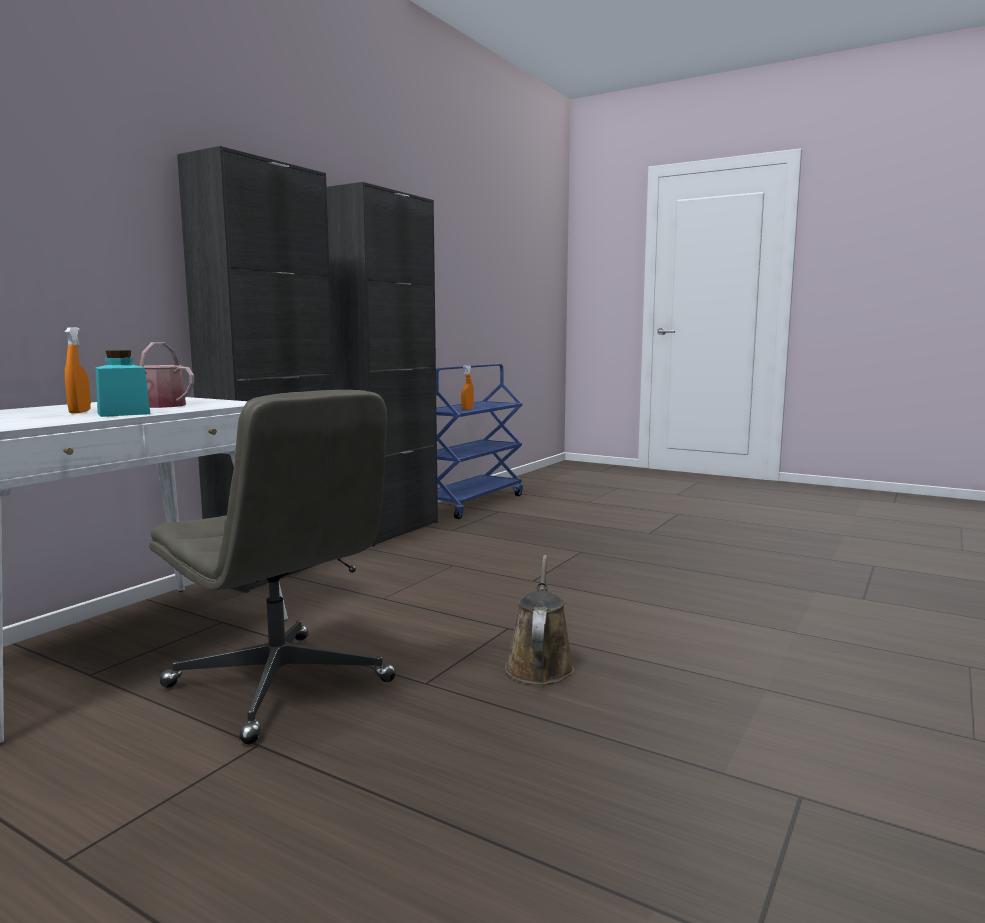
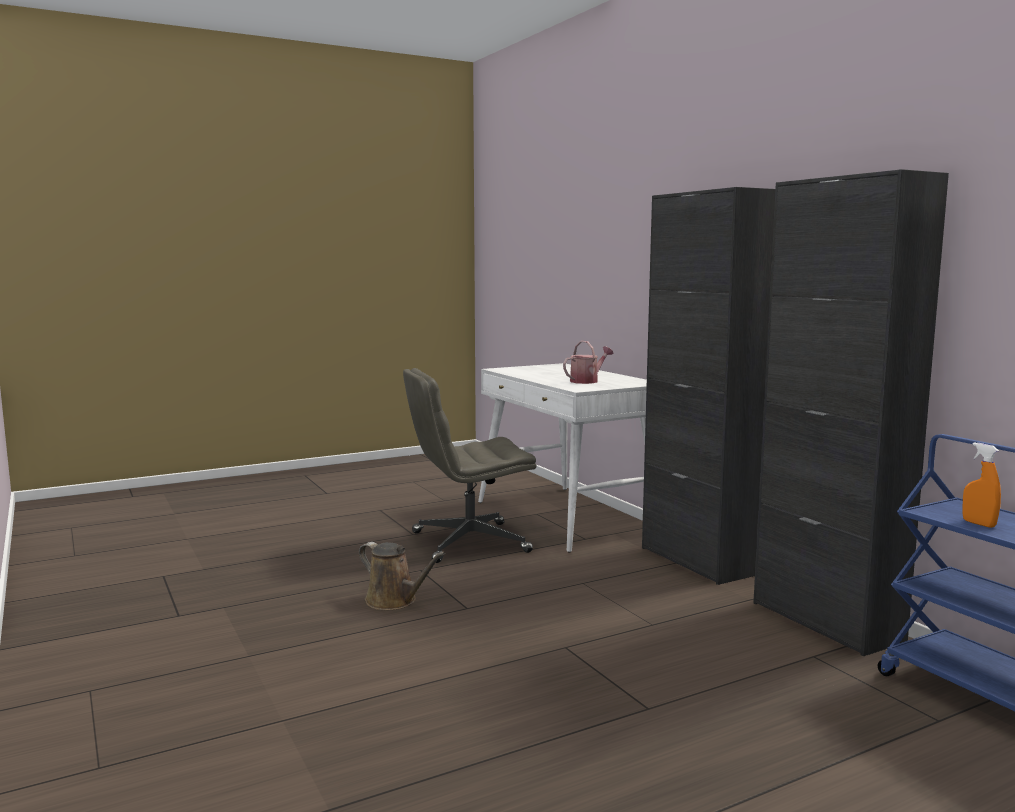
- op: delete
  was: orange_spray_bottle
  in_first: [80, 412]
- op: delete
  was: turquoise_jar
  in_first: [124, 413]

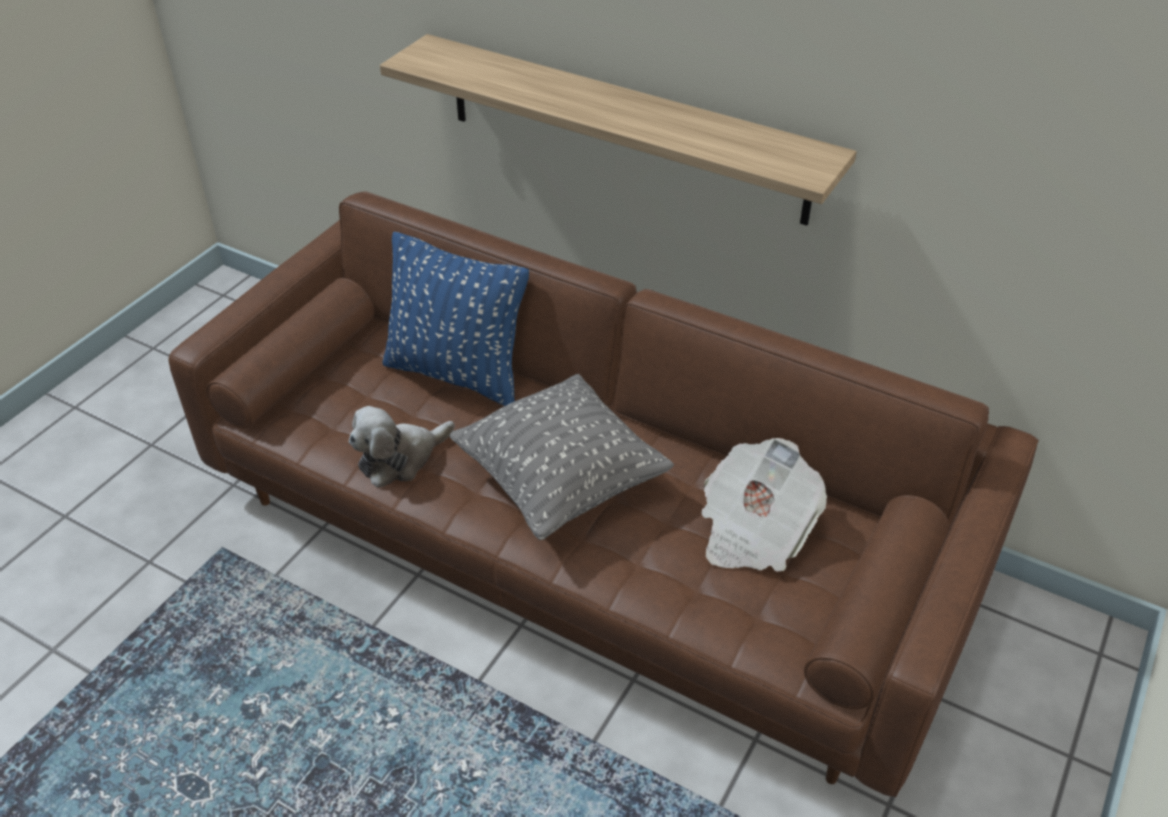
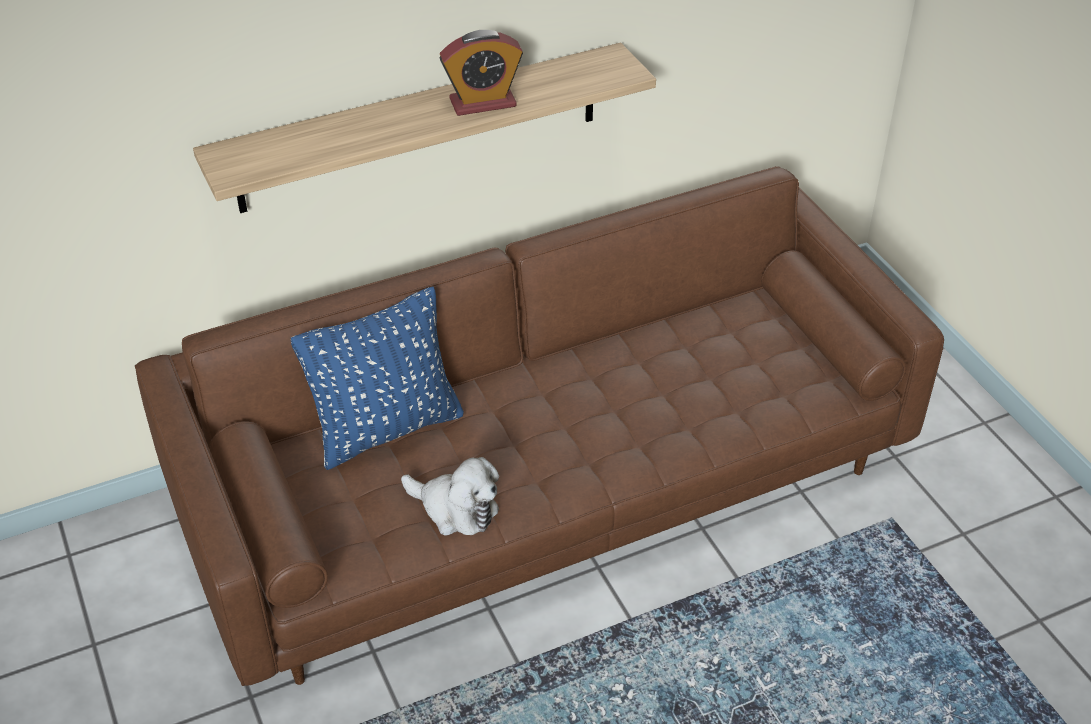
- op: rotate
  was: plush_toy
  in_first: [400, 458]
  in_second: [455, 509]
  clockwise: -60
- op: insert
  now: alarm_clock
  in_second: [482, 103]
- op: delete
  was: grey_pillow
  in_first: [561, 483]
- op: delete
  was: newspaper
  in_first: [754, 530]

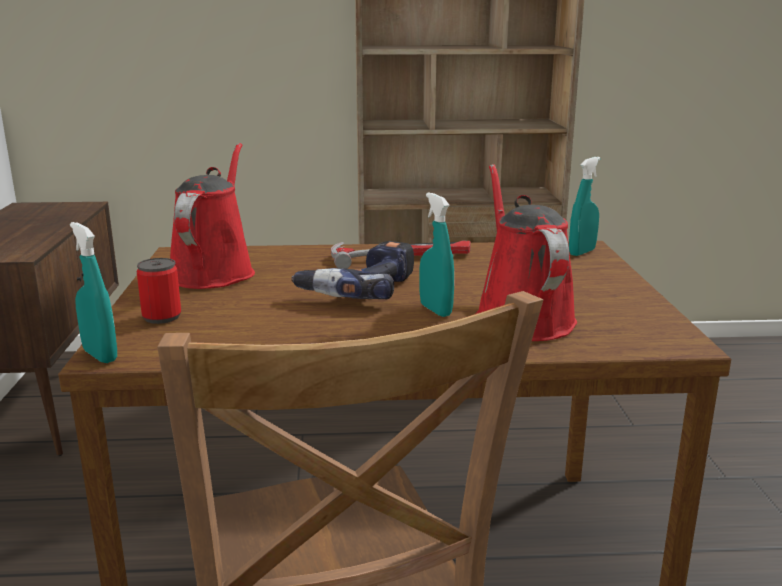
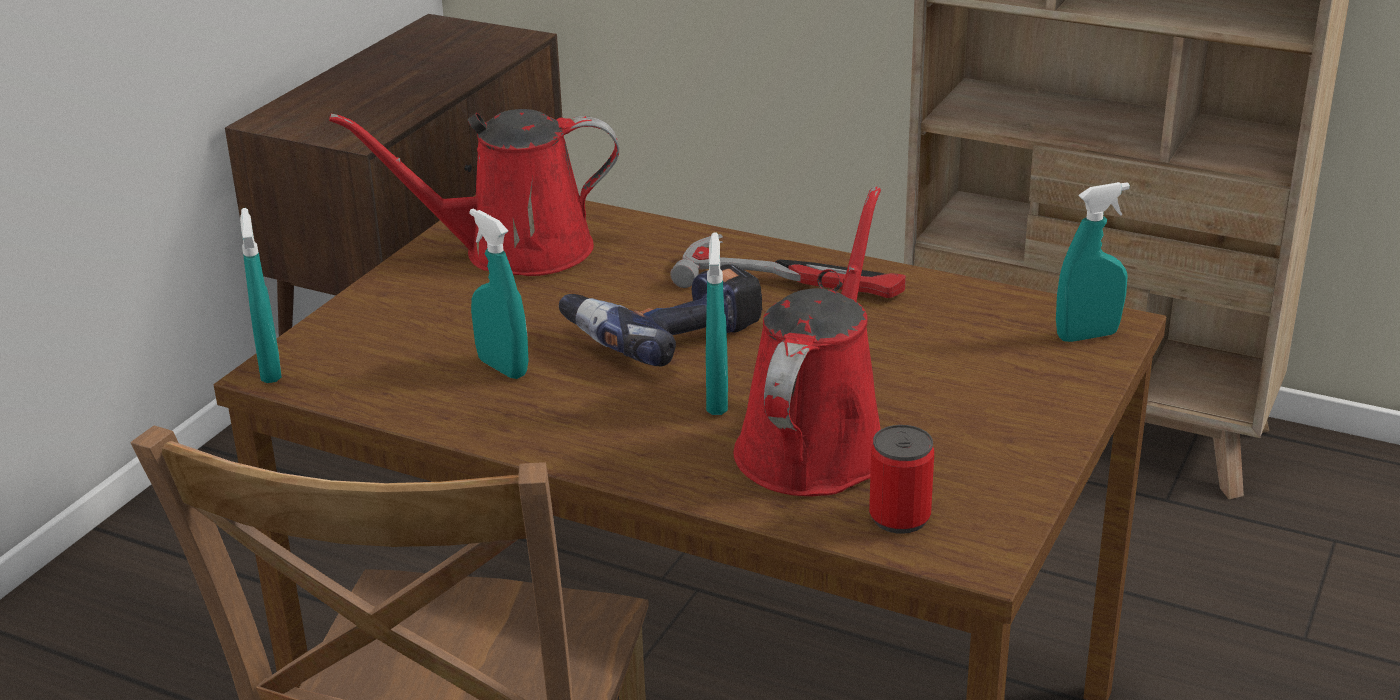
- op: rotate
  was: red_watering_can
  in_first: [214, 271]
  in_second: [514, 251]
  clockwise: -135
- op: insert
  now: turquoise_spray_bottle
  in_second: [502, 367]
- op: move
  was: can
  in_first: [162, 317]
  in_second: [899, 517]

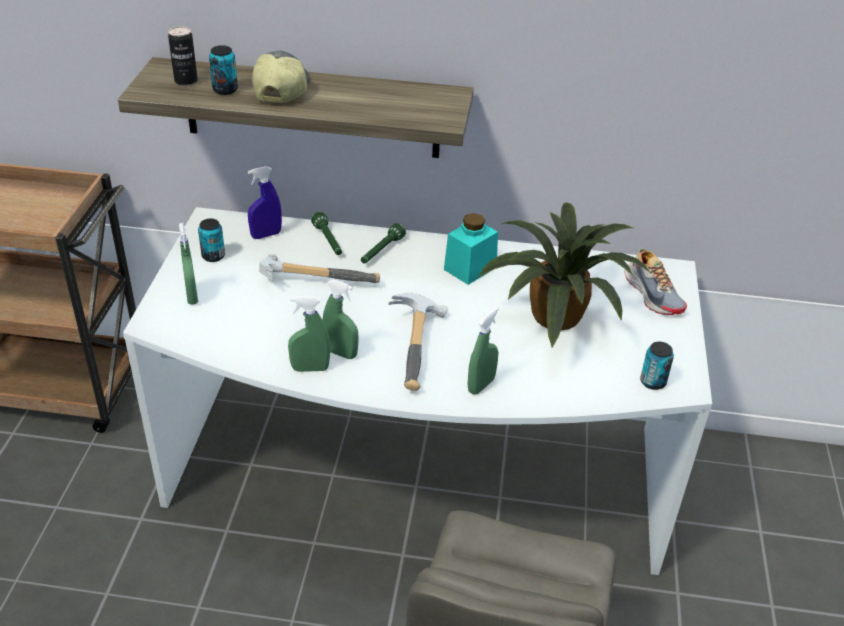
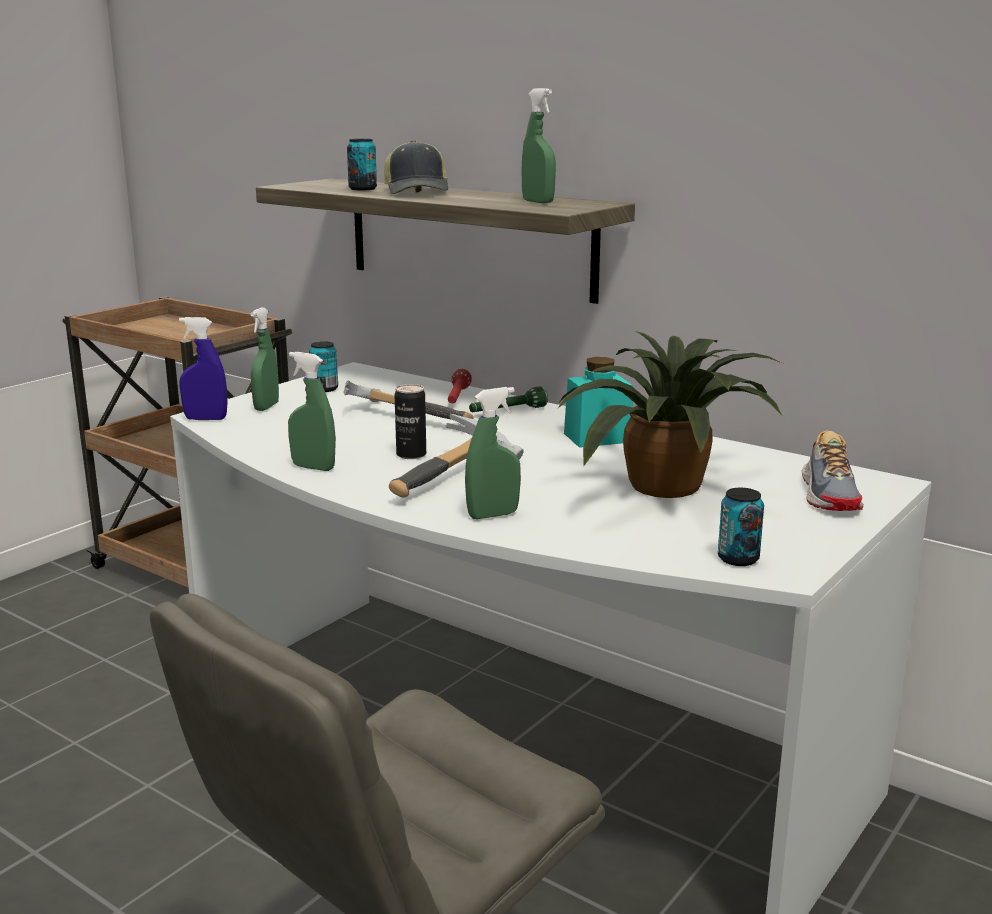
- op: move
  was: blue_spray_bottle
  in_first: [266, 235]
  in_second: [206, 419]
- op: rotate
  was: cap
  in_first: [281, 89]
  in_second: [418, 191]
  clockwise: 135
- op: move
  was: can
  in_first: [186, 81]
  in_second: [411, 455]
- op: recolor
  was: green_flashlight
  now: red_flashlight
  in_first: [328, 241]
  in_second: [457, 398]
- op: move
  was: green_spray_bottle
  in_first: [340, 353]
  in_second: [538, 202]

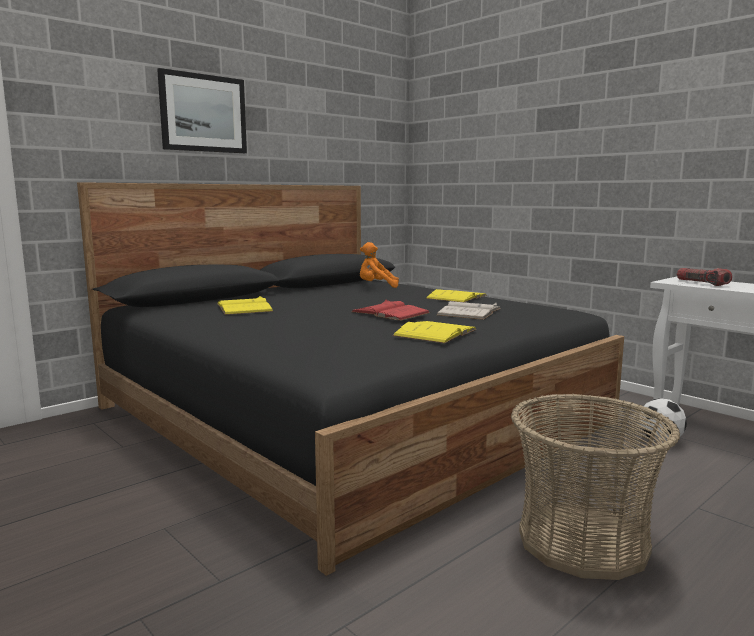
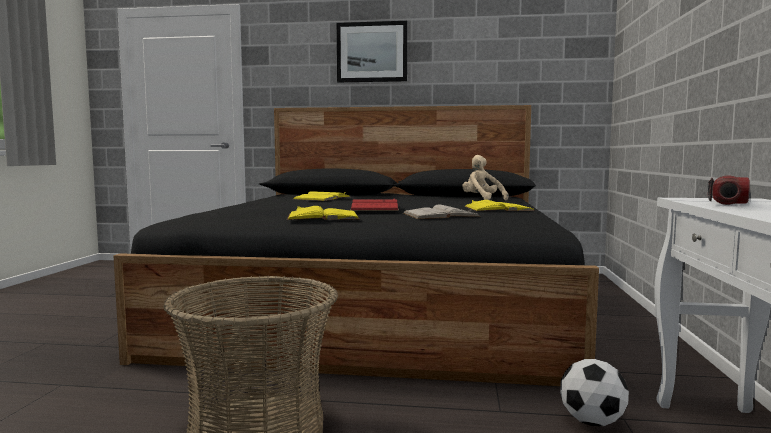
- op: recolor
  was: orange_plush_toy
  now: beige_plush_toy
  in_first: [376, 287]
  in_second: [482, 199]

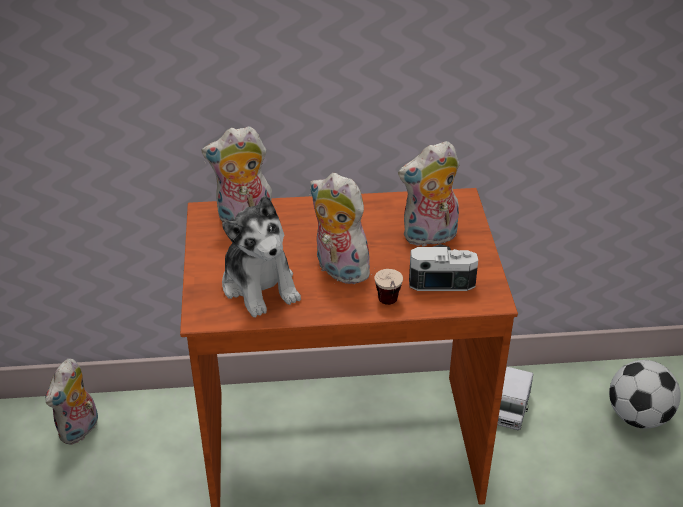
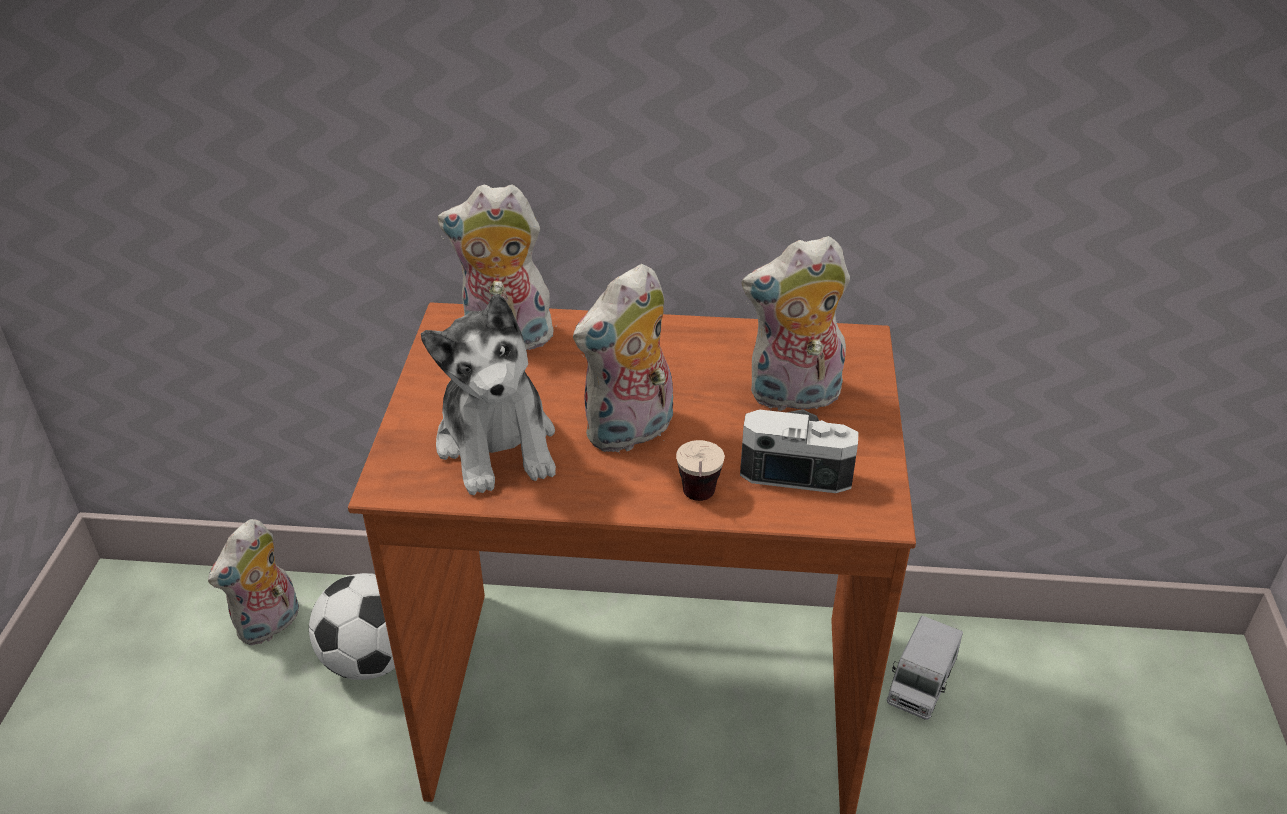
- op: move
  was: football
  in_first: [638, 416]
  in_second: [371, 659]
- op: rotate
  was: plush_toy
  in_first: [338, 269]
  in_second: [630, 433]
  clockwise: -90

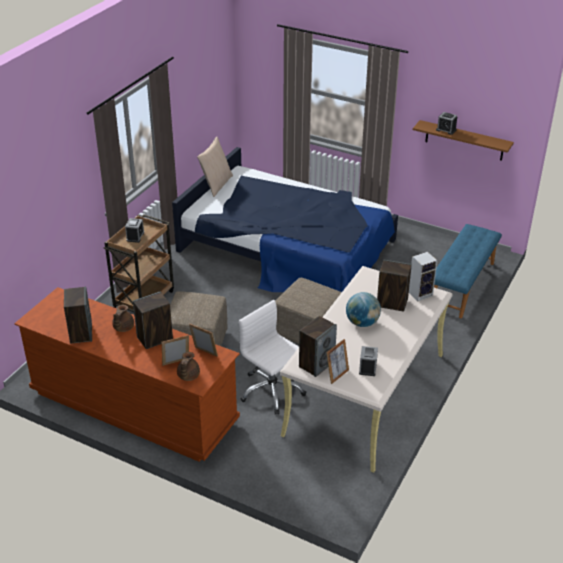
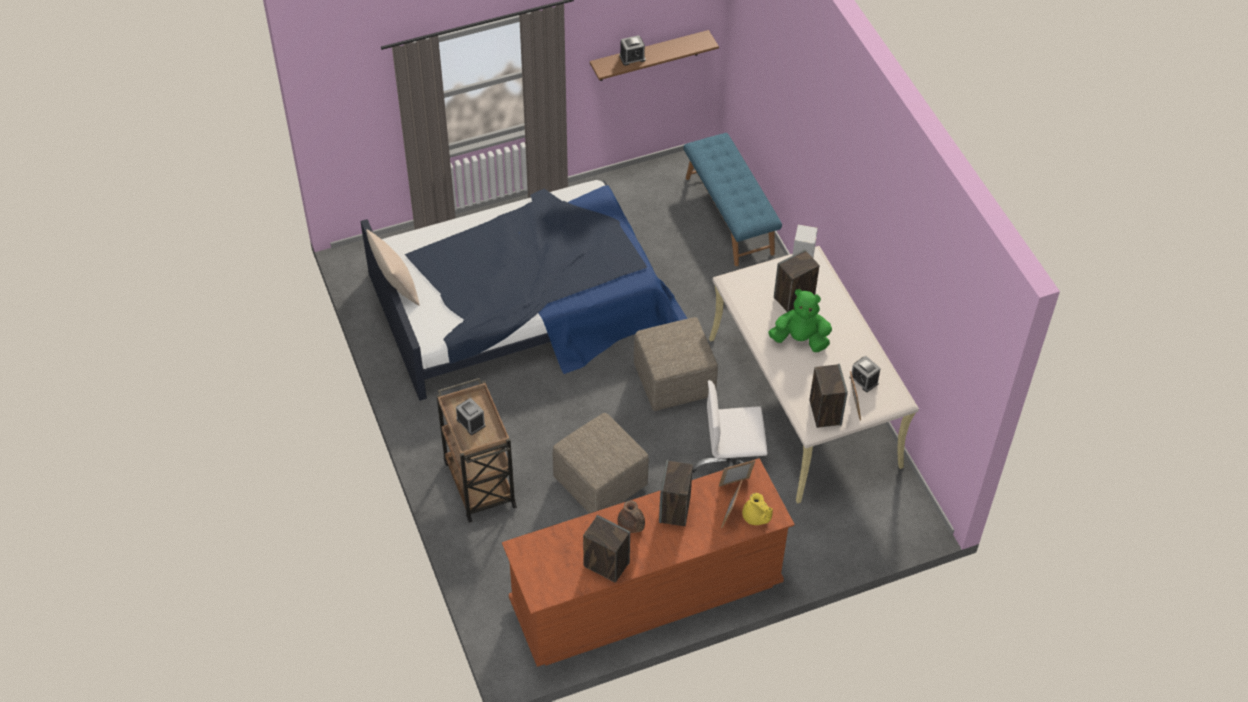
- op: recolor
  was: brown_teapot
  now: yellow_teapot
  in_first: [187, 376]
  in_second: [756, 517]
- op: replace
  was: globe
  now: green_plush_toy
  in_first: [362, 323]
  in_second: [800, 340]

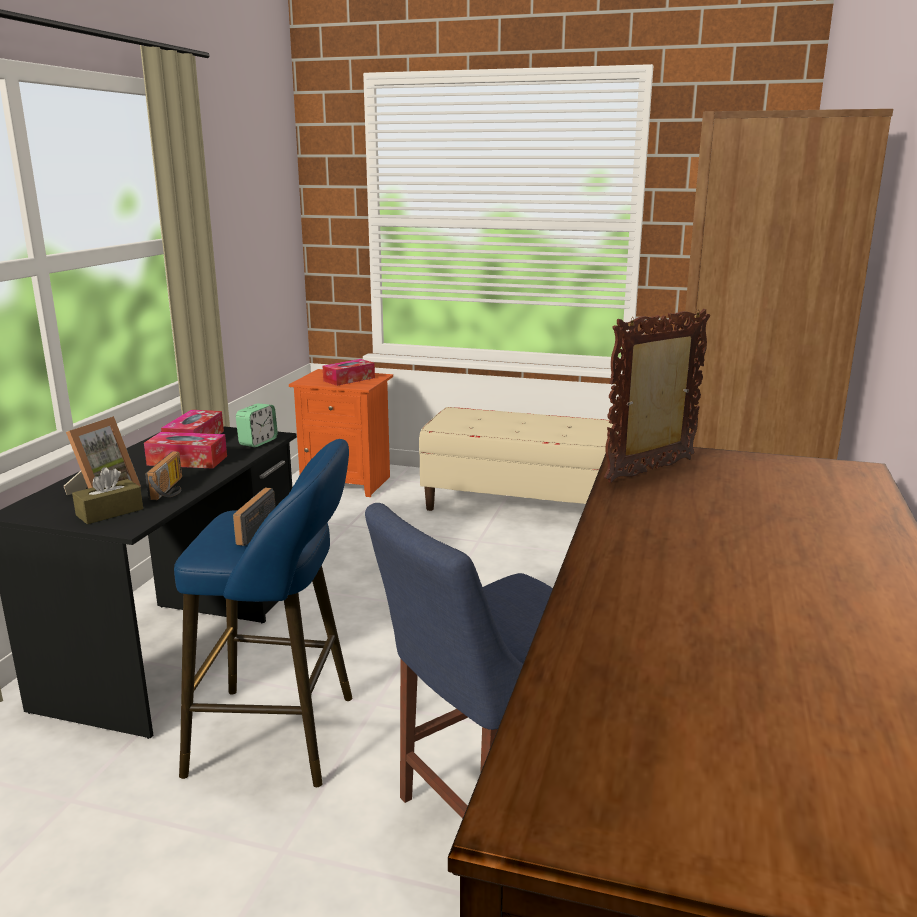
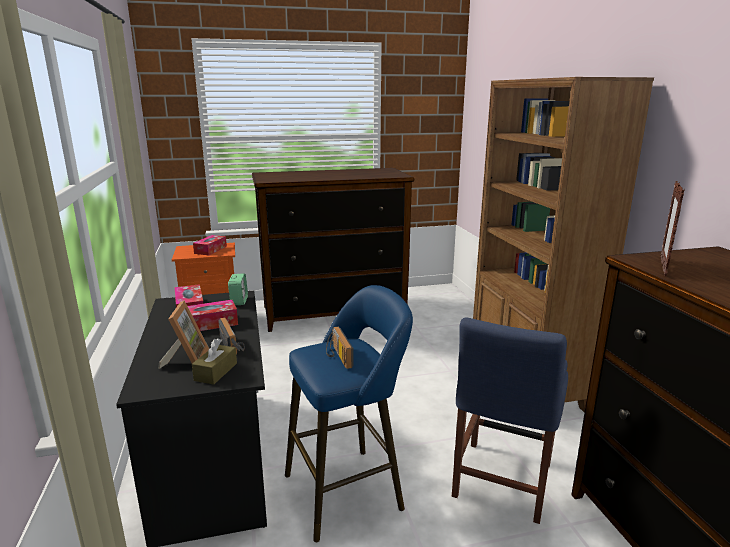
- op: replace
  was: beige_bench
  now: dresser
  in_first: [518, 505]
  in_second: [334, 311]

